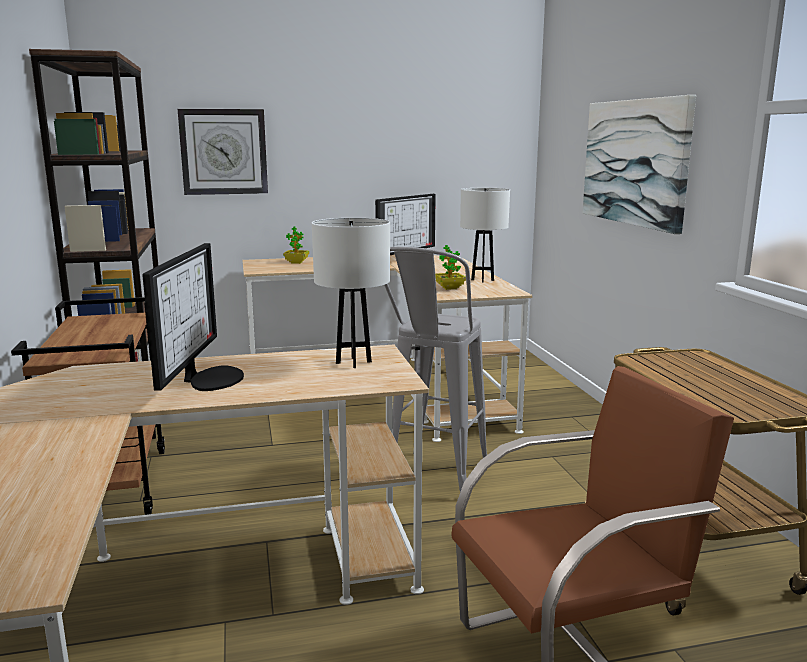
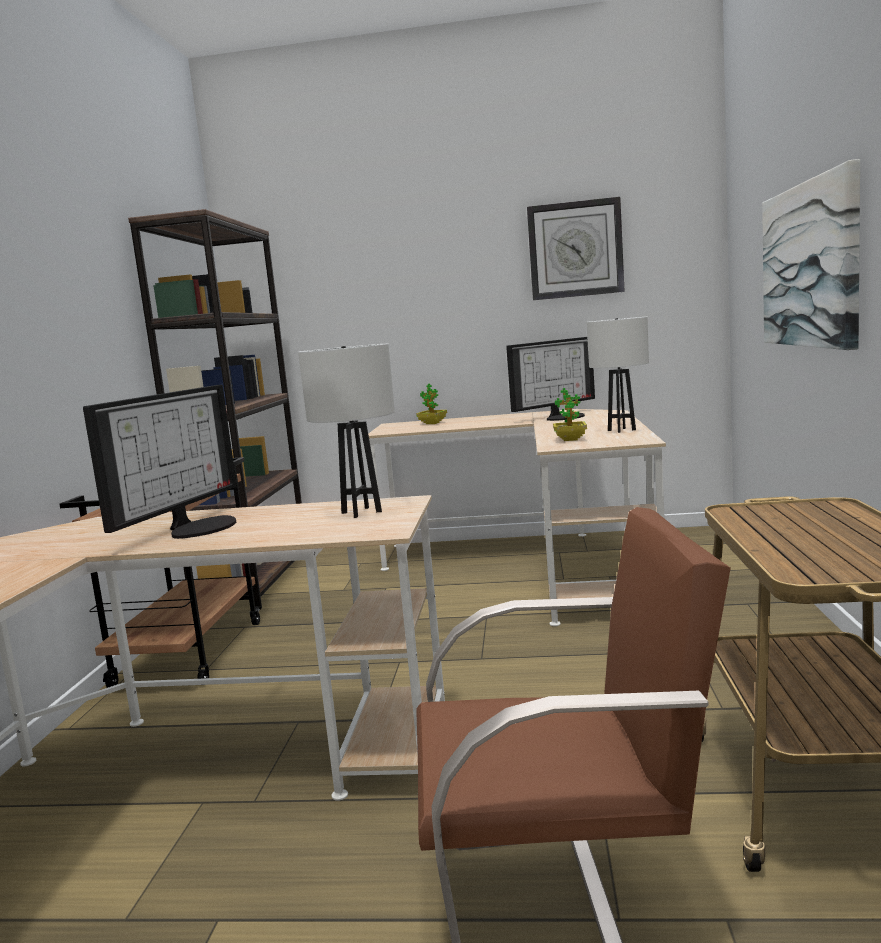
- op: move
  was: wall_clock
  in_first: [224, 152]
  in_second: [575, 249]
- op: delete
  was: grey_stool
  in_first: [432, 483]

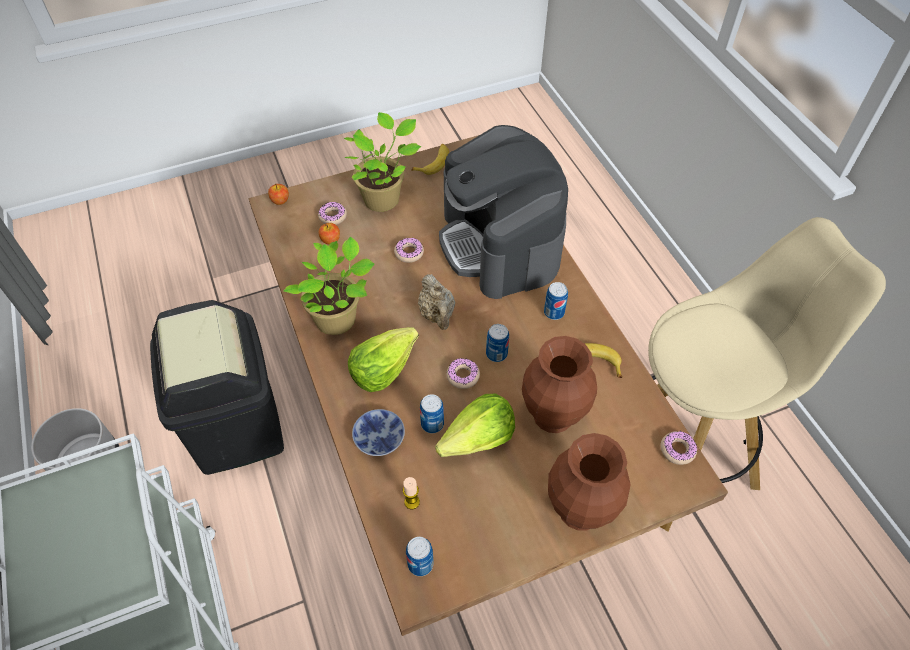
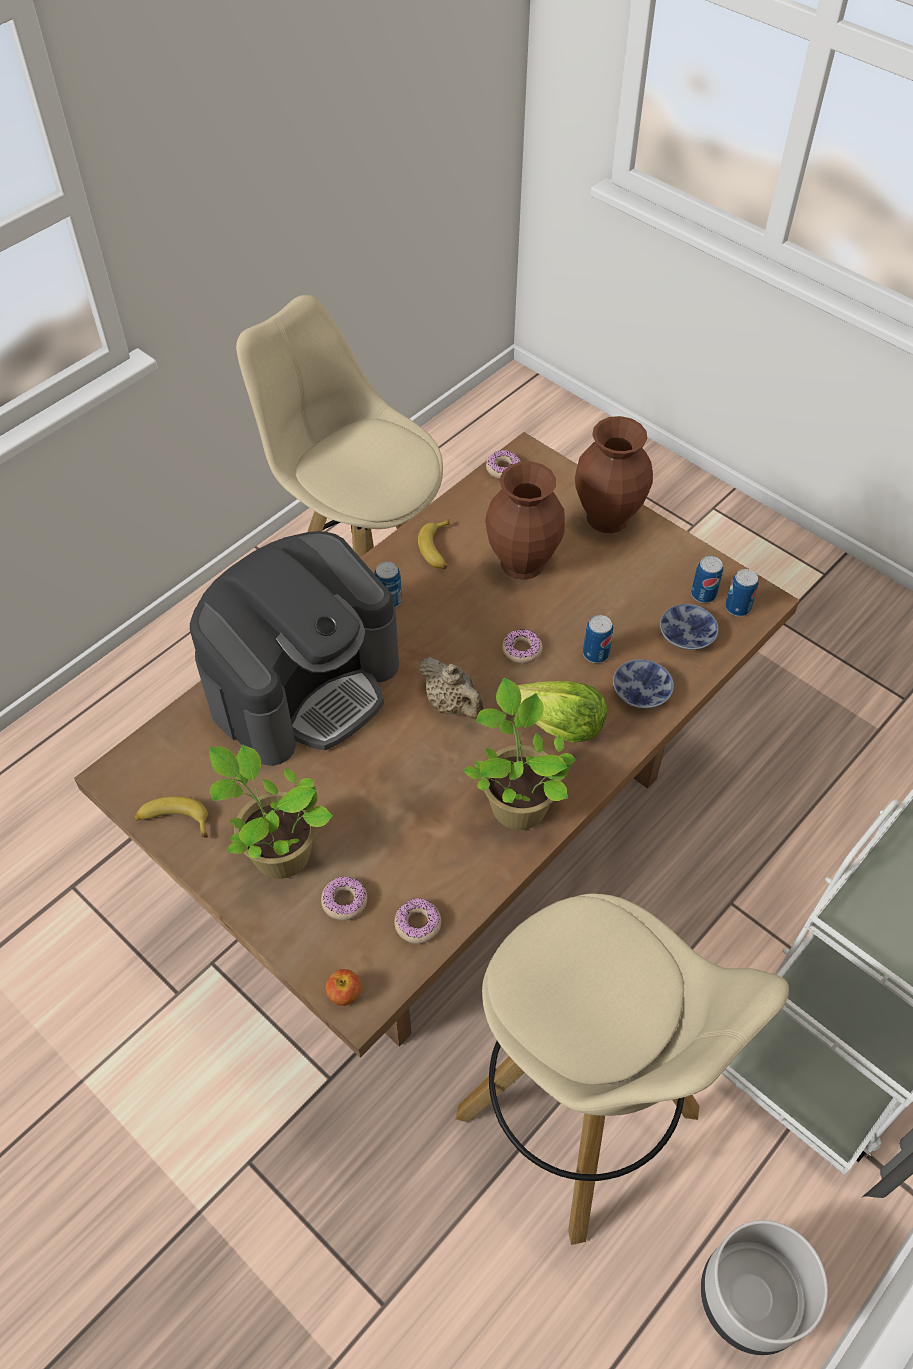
- op: move
  was: donut
  in_first: [409, 253]
  in_second: [418, 924]
- op: rotate
  was: beige_teapot
  in_first: [437, 315]
  in_second: [452, 705]
  clockwise: 90
- op: replace
  was: black_trash_can
  now: beige_stool
  in_first: [236, 427]
  in_second: [581, 1117]
- op: replace
  was: candle
  now: bowl
  in_first: [412, 502]
  in_second: [687, 637]
- op: move
  was: can
  in_first: [496, 354]
  in_second: [703, 594]
- op: delete
  was: apple
  in_first: [330, 240]
- op: delete
  was: lettuce
  in_first: [478, 439]

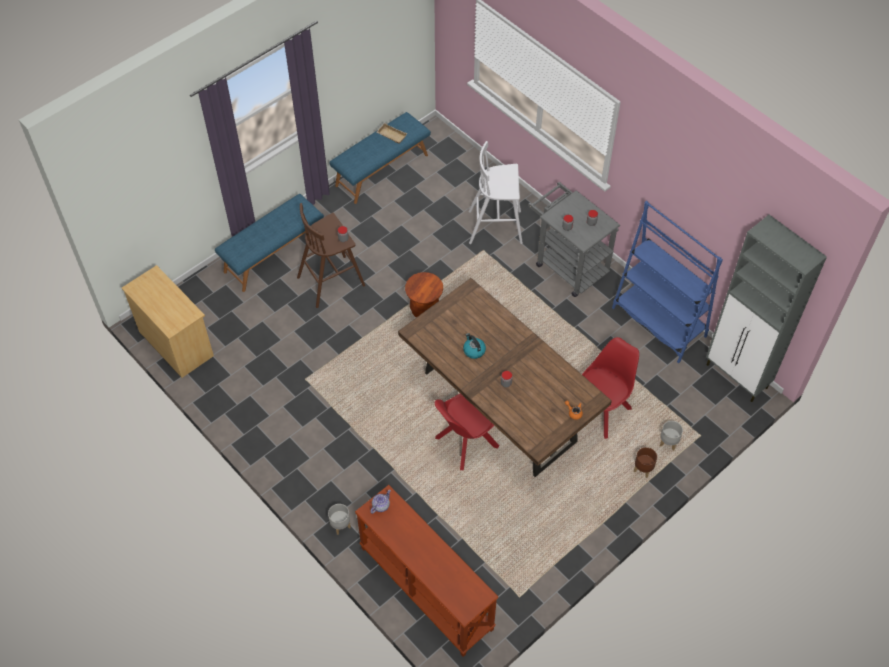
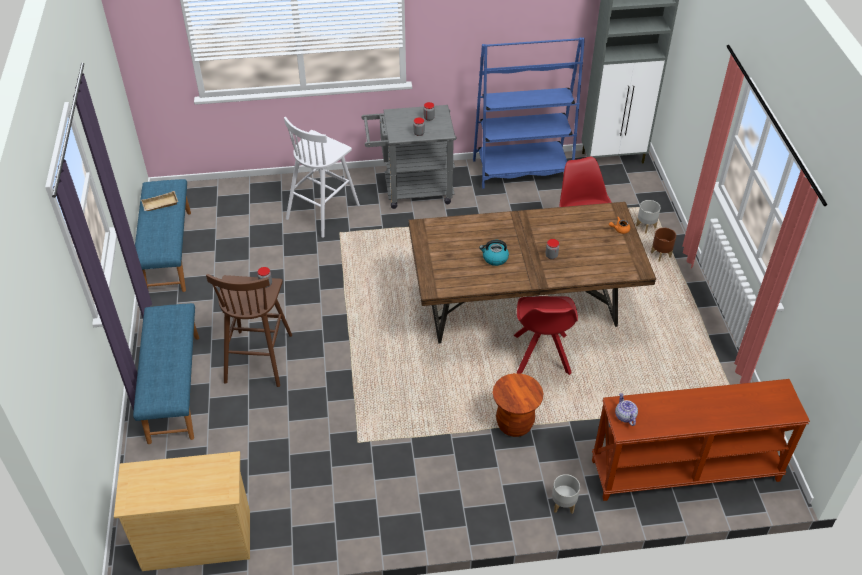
- op: move
  was: brown_stool
  in_first: [424, 310]
  in_second: [514, 424]

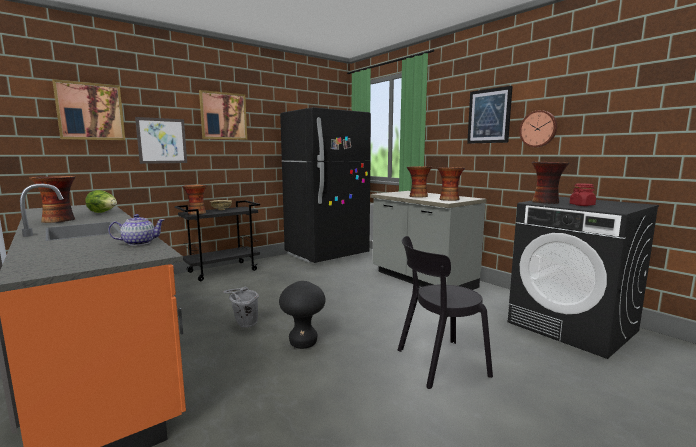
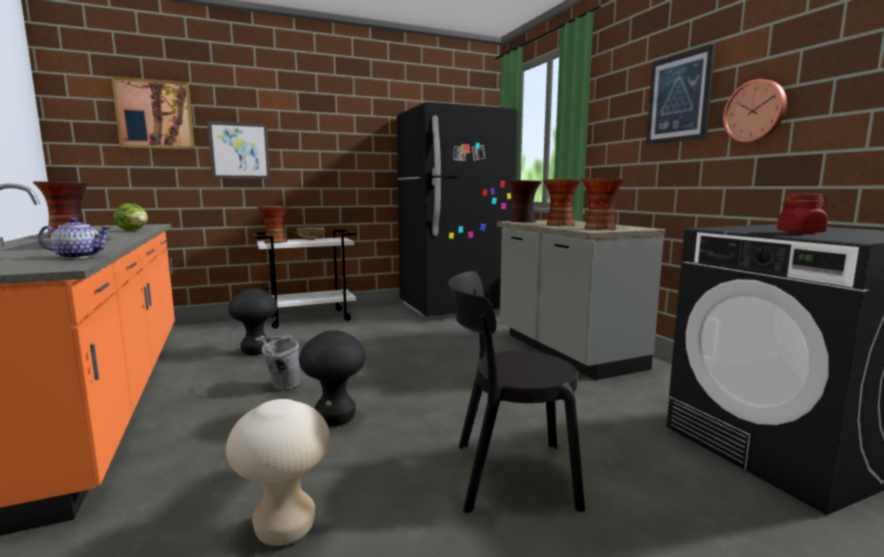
- op: insert
  now: beige_stool
  in_second: [285, 529]
- op: insert
  now: black_stool
  in_second: [256, 351]
- op: recolor
  was: black_cart
  now: white_cart
  in_first: [223, 271]
  in_second: [310, 318]
- op: move
  was: vase
  in_first: [546, 202]
  in_second: [523, 221]
- op: delete
  was: picture
  in_first: [223, 116]

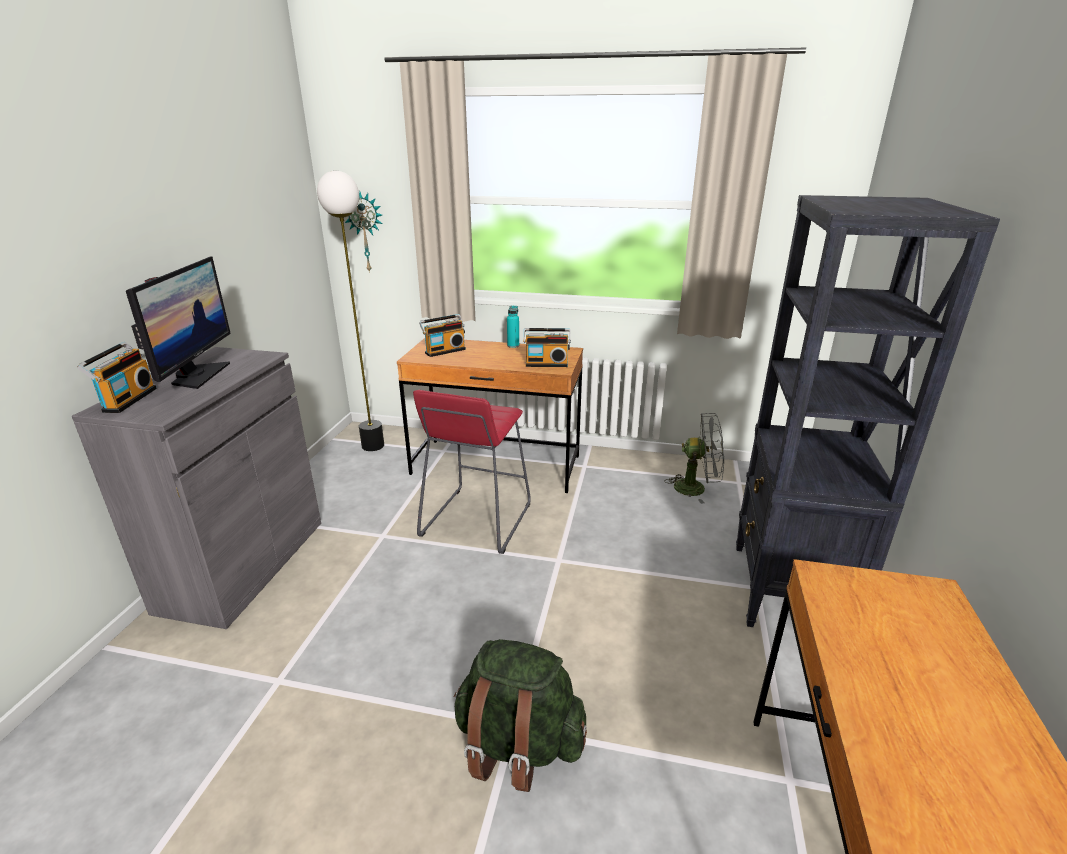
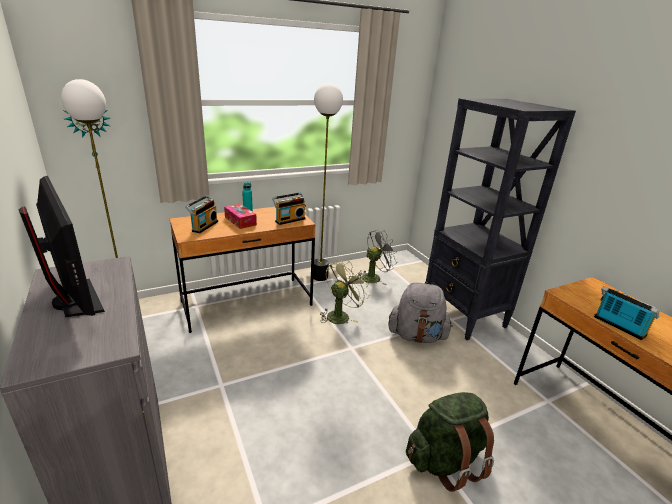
- op: insert
  now: tissue_box
  in_second: [240, 221]
- op: insert
  now: floor_lamp
  in_second: [319, 277]
- op: insert
  now: green_fan
  in_second: [340, 315]
- op: insert
  now: grey_backpack
  in_second: [417, 336]
- op: move
  was: radio
  in_first: [127, 400]
  in_second: [618, 327]
- op: delete
  was: red_stool
  in_first: [477, 520]

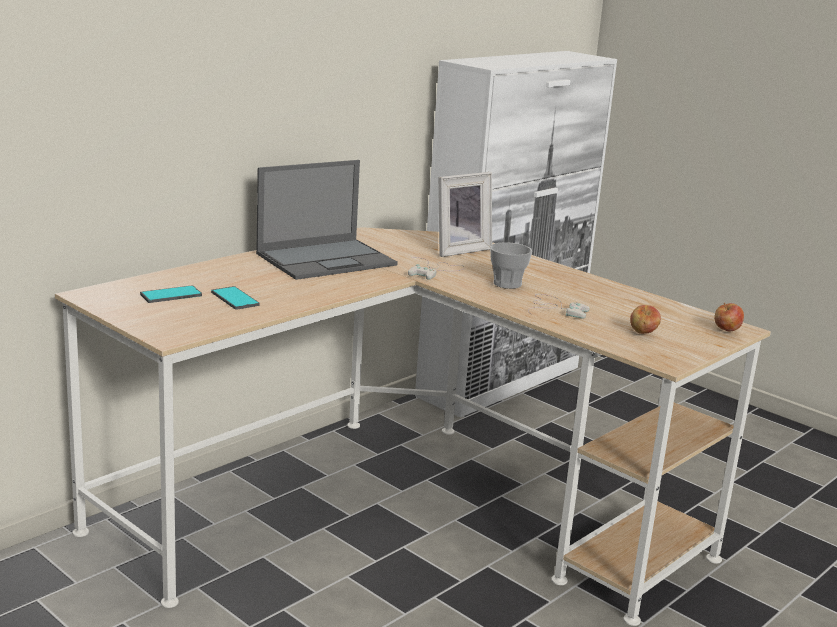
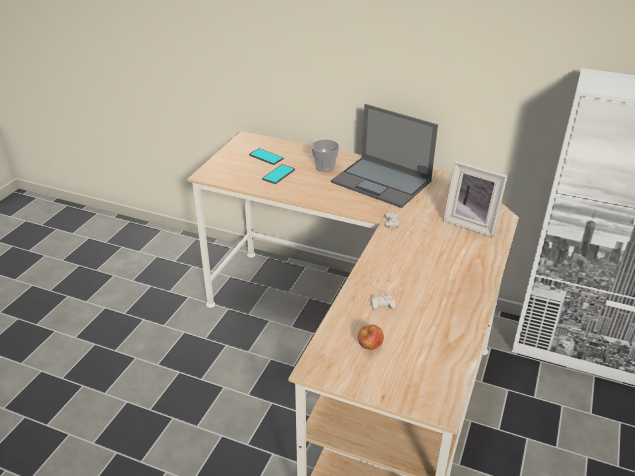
- op: move
  was: cup
  in_first: [507, 284]
  in_second: [325, 167]
- op: delete
  was: apple
  in_first: [726, 331]

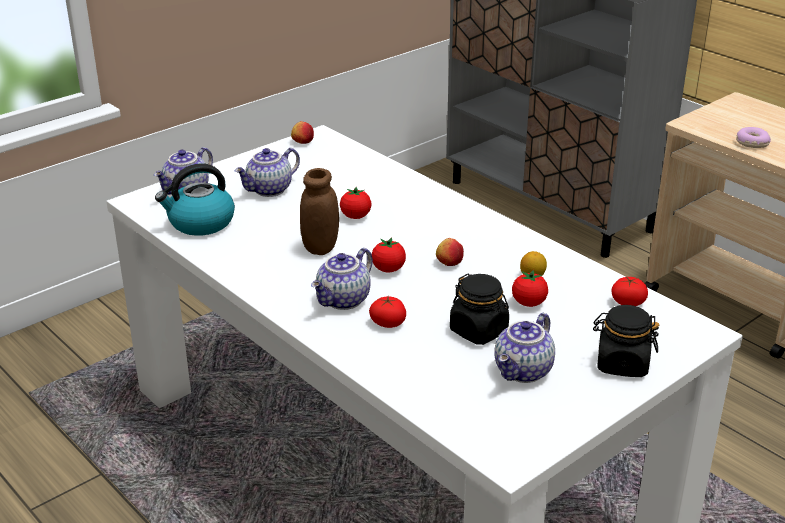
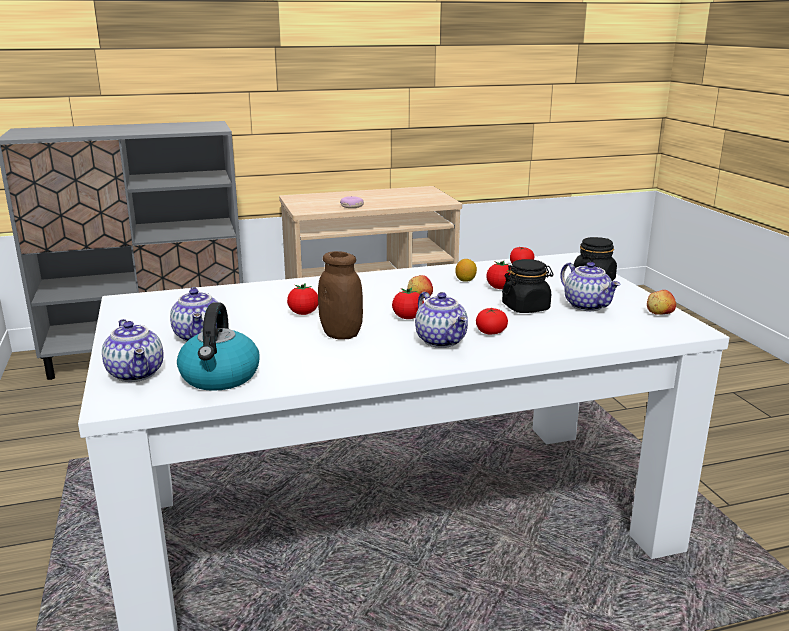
- op: move
  was: apple
  in_first: [302, 142]
  in_second: [659, 314]

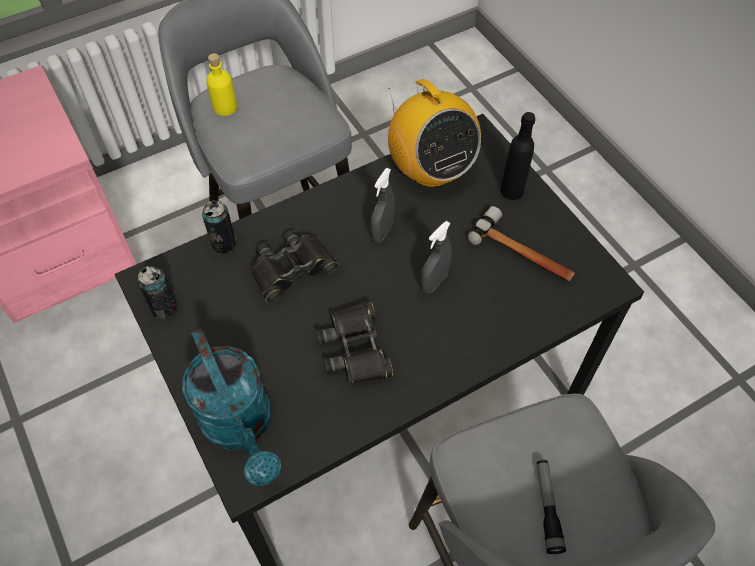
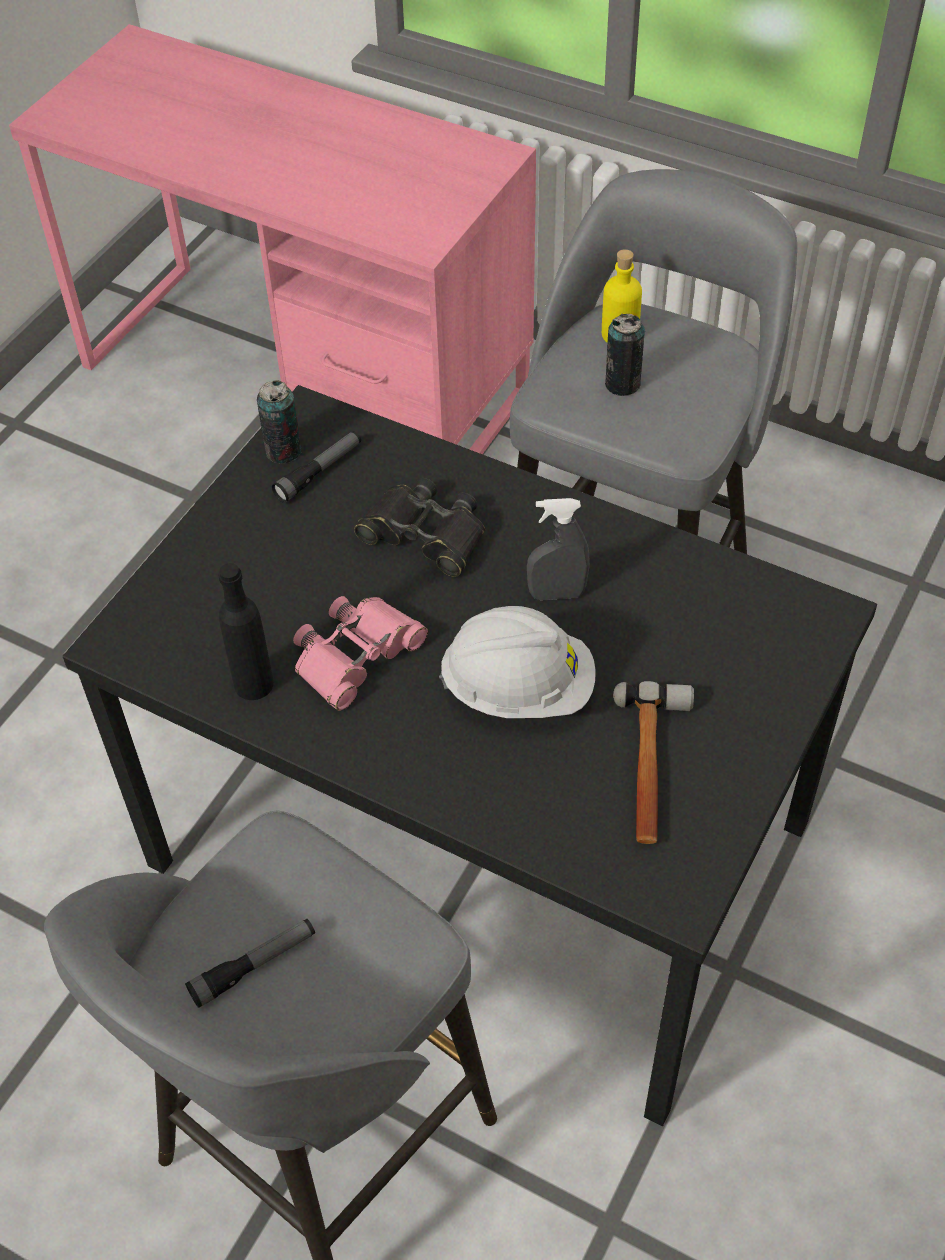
- op: move
  was: black_bottle
  in_first: [512, 190]
  in_second: [254, 684]
- op: insert
  now: flashlight
  in_second: [319, 472]
- op: recolor
  was: black_binoculars
  now: pink_binoculars
  in_first: [355, 348]
  in_second: [356, 656]
- op: replace
  was: grey_spray_bottle
  now: white_hard_hat
  in_first: [434, 282]
  in_second: [518, 689]
- op: move
  was: can
  in_first: [223, 243]
  in_second: [622, 384]
- op: delete
  was: turquoise_watering_can
  in_first: [242, 428]
- op: delete
  was: radio
  in_first: [430, 171]

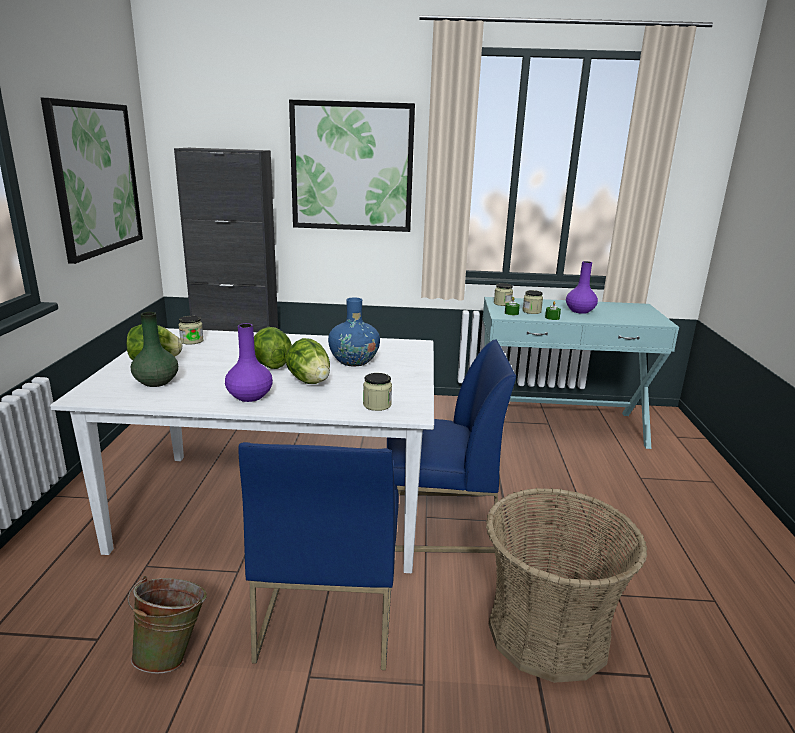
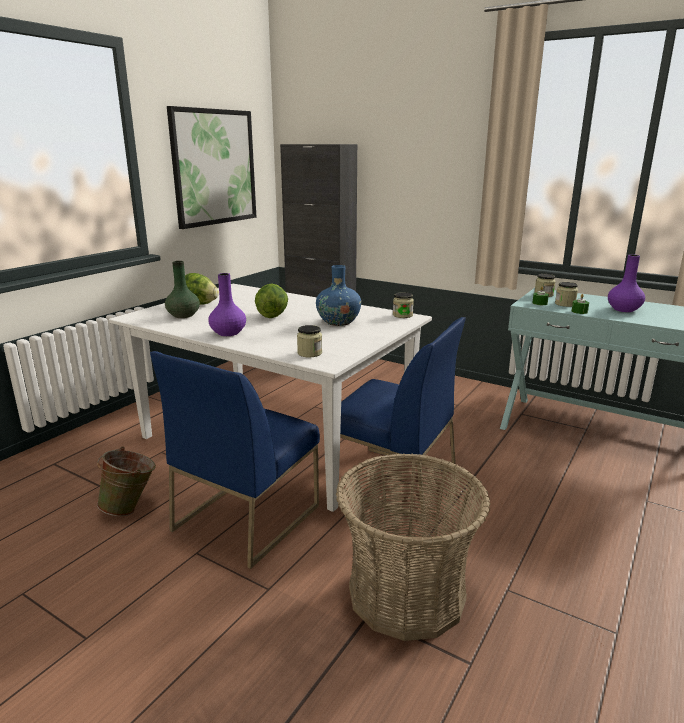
- op: move
  was: jar
  in_first: [192, 341]
  in_second: [402, 315]
- op: delete
  was: lettuce
  in_first: [309, 381]
- op: delete
  was: picture
  in_first: [352, 167]

